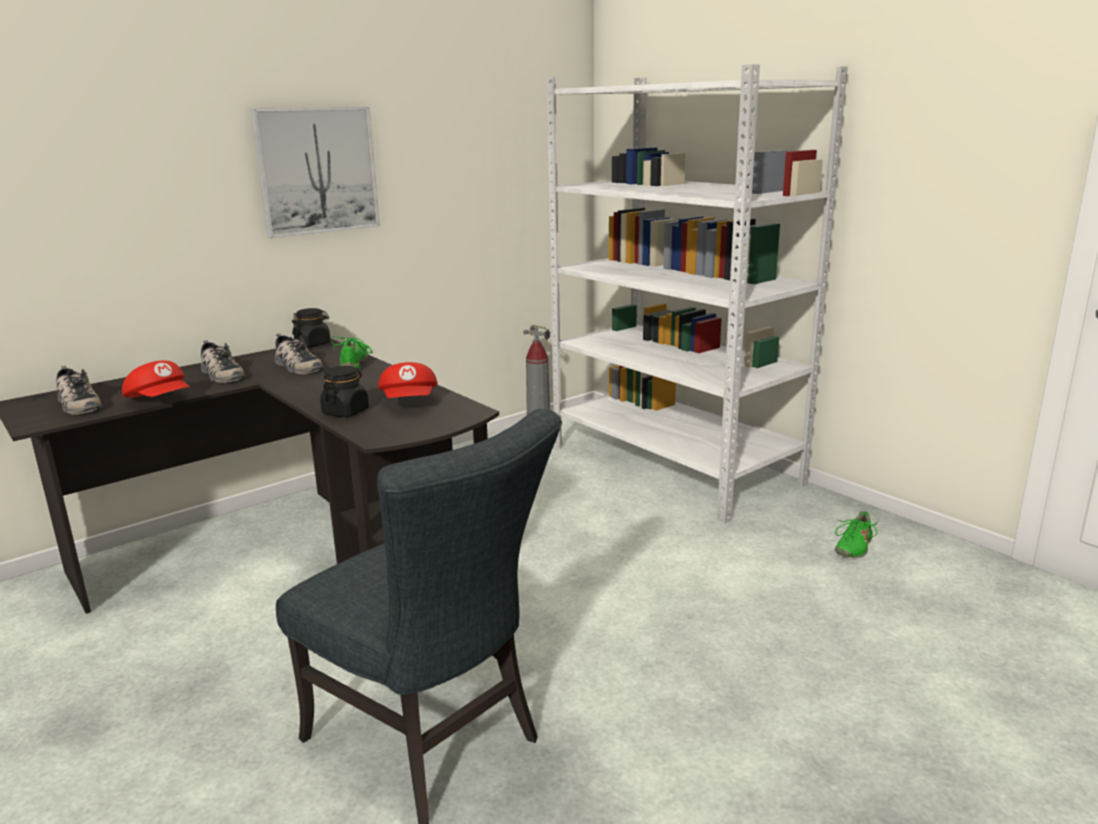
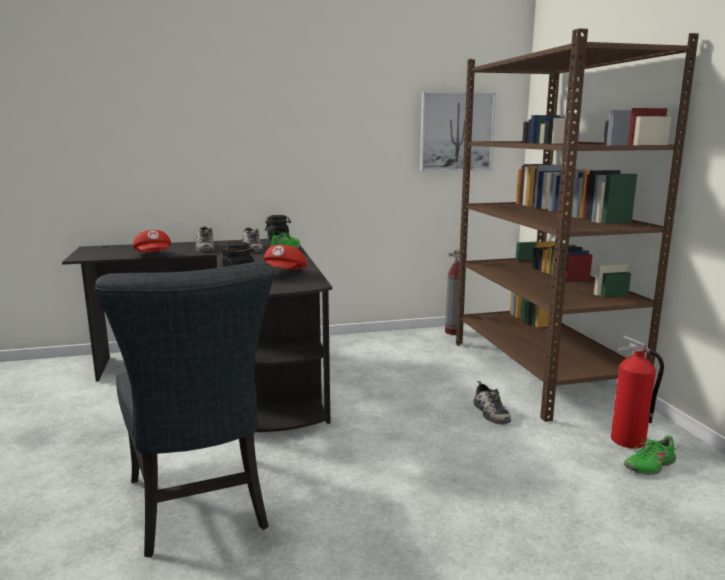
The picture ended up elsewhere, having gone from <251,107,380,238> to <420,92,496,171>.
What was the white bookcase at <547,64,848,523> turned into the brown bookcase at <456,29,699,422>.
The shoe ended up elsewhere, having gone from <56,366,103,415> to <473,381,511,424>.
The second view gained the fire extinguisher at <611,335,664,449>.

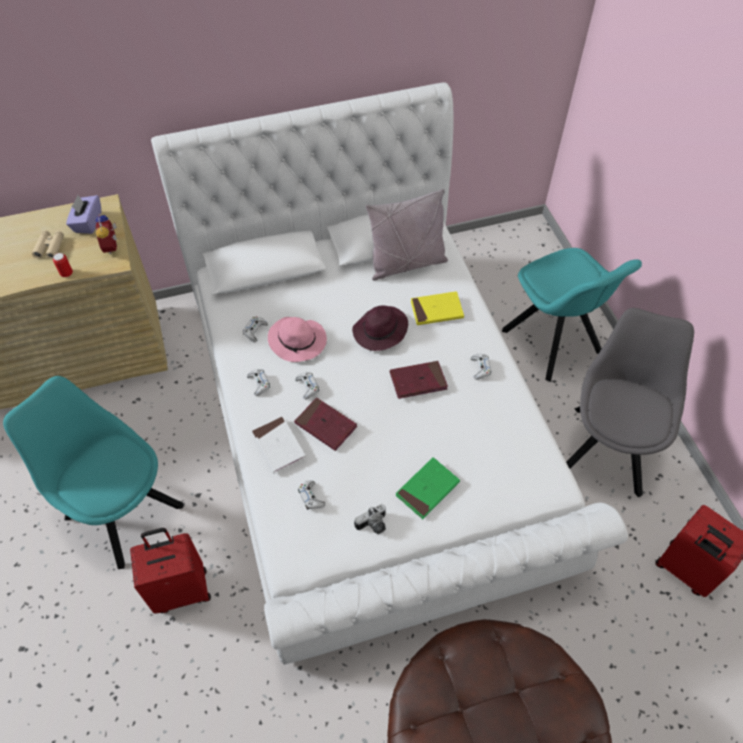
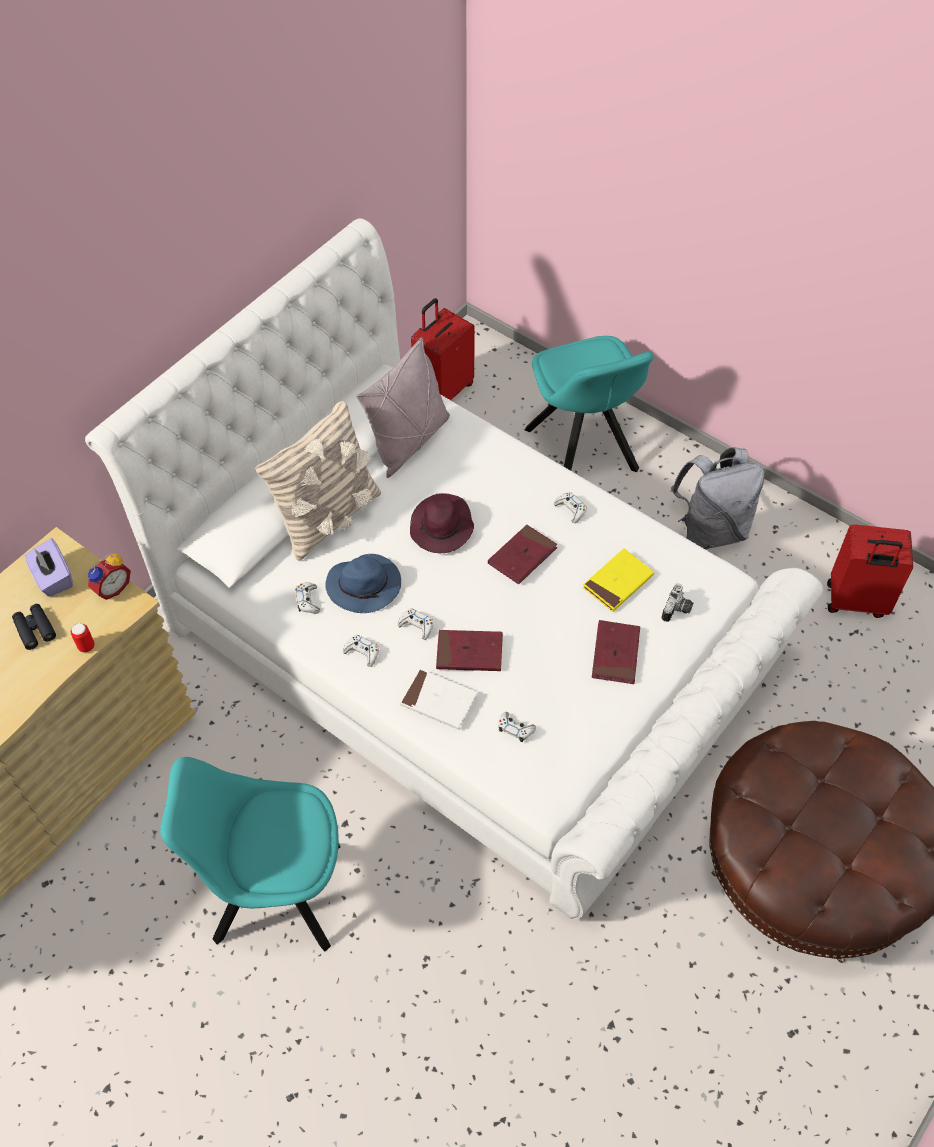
What was the beige binoculars at <32,230,64,259> turned into the black binoculars at <12,604,56,650>.
The alarm clock at <96,213,117,255> ended up facing another way, 90 degrees counterclockwise from before.
The second view gained the beige pillow at <255,401,381,560>.
What was the pink hat at <268,317,327,362> turned into the blue hat at <325,554,401,613>.
The red suitcase ended up elsewhere, having gone from <130,528,211,613> to <411,298,475,400>.
The turquoise chair at <502,248,642,381> ended up facing another way, 45 degrees clockwise from before.
The yellow book ended up elsewhere, having gone from <411,291,464,325> to <583,548,654,612>.
What was the green book at <396,457,460,519> turned into the red book at <592,620,640,684>.
The photo camera ended up elsewhere, having gone from <354,504,386,534> to <662,583,693,622>.
Where the grey chair stood at <566,308,694,497>, the grey backpack came to stand at <670,447,764,550>.

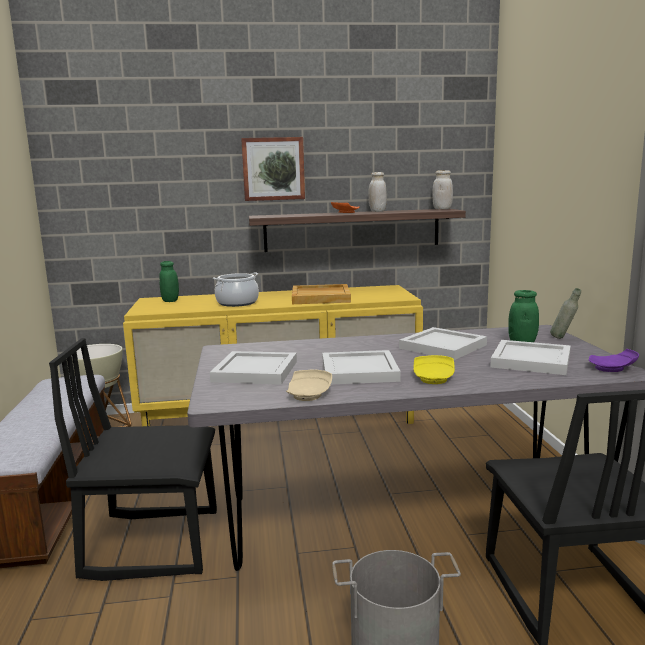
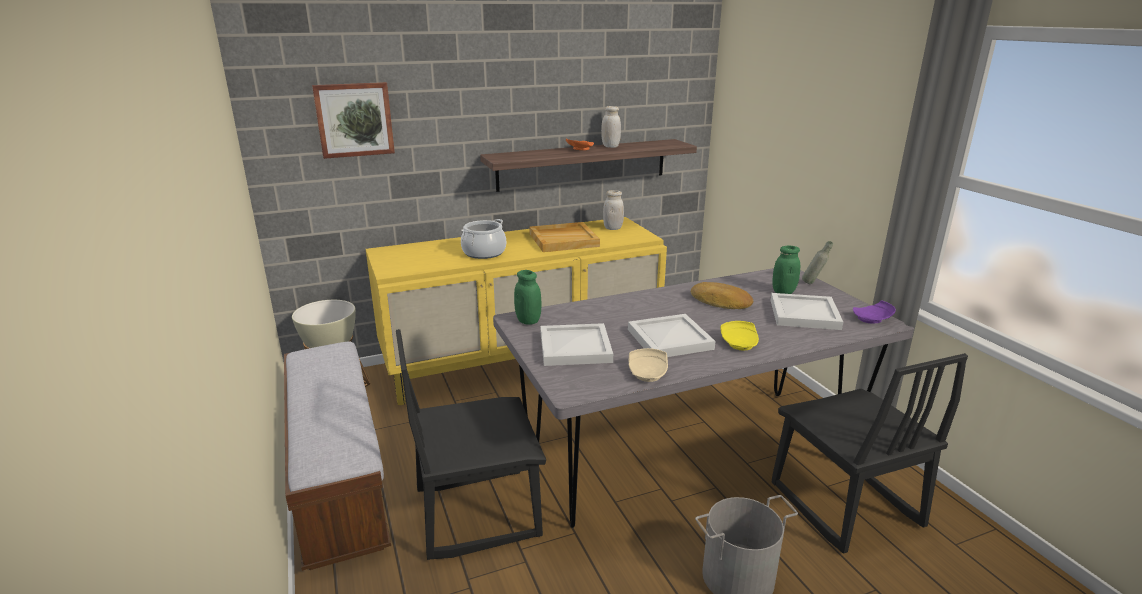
The picture ended up elsewhere, having gone from <241,137,305,201> to <312,82,395,159>.
The green jar ended up elsewhere, having gone from <159,261,179,302> to <514,270,541,325>.
The white jar ended up elsewhere, having gone from <432,171,453,209> to <603,190,624,230>.
Where the white tray stood at <399,327,487,360>, the bread came to stand at <691,282,753,309>.

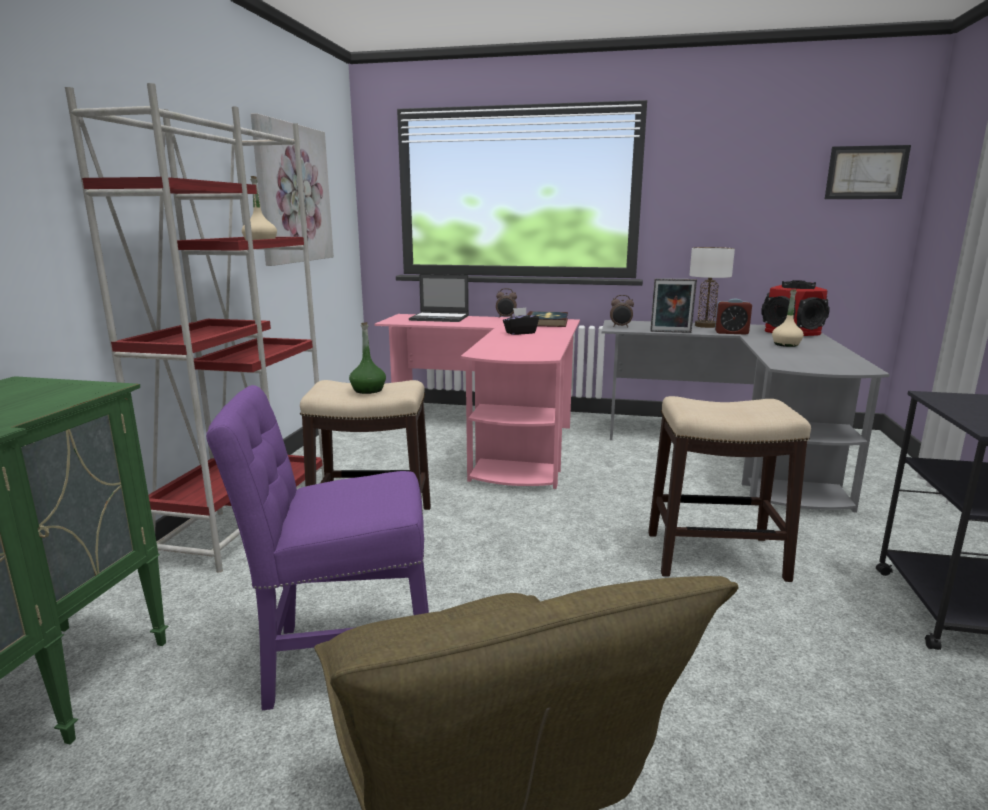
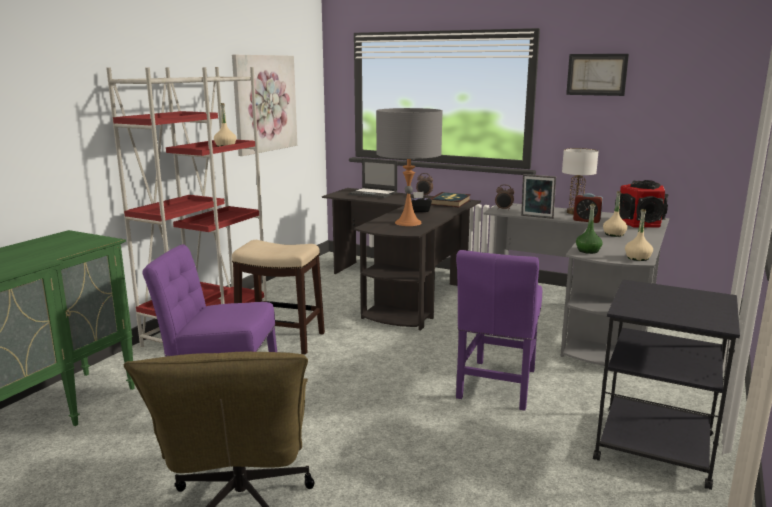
What was the pink desk at <375,314,580,489> turned into the black desk at <322,188,481,330>.
The second view gained the grey table lamp at <376,108,443,226>.
Where the stool stood at <648,396,811,582>, the purple chair came to stand at <456,250,542,411>.
The picture ended up elsewhere, having gone from <825,145,911,199> to <566,54,629,96>.
The green bottle ended up elsewhere, having gone from <349,322,386,394> to <576,204,603,254>.
The second view gained the beige bottle at <625,209,653,261>.

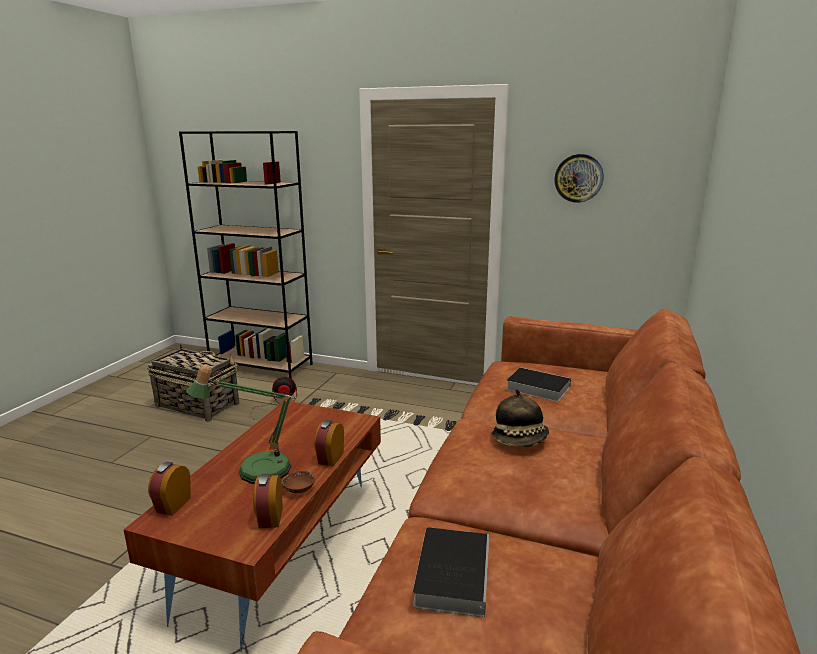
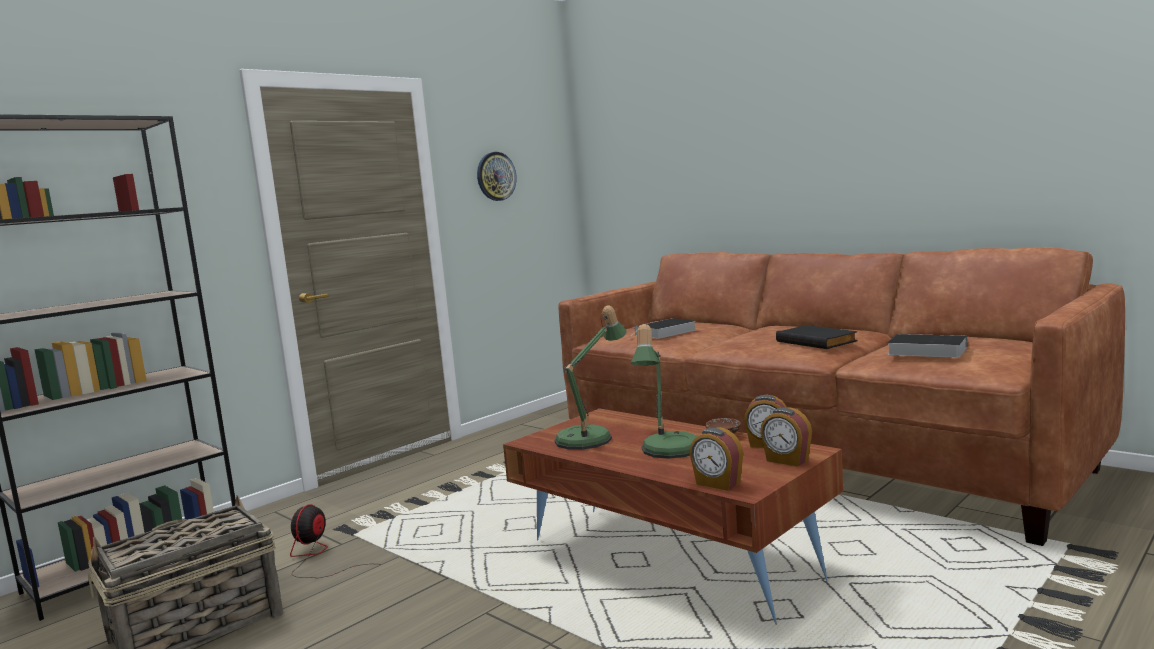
The second view gained the table lamp at <554,305,627,450>.
The alarm clock ended up elsewhere, having gone from <314,420,344,467> to <760,407,812,467>.
The second view gained the black book at <776,325,858,349>.
The second view lost the hat at <492,389,549,447>.

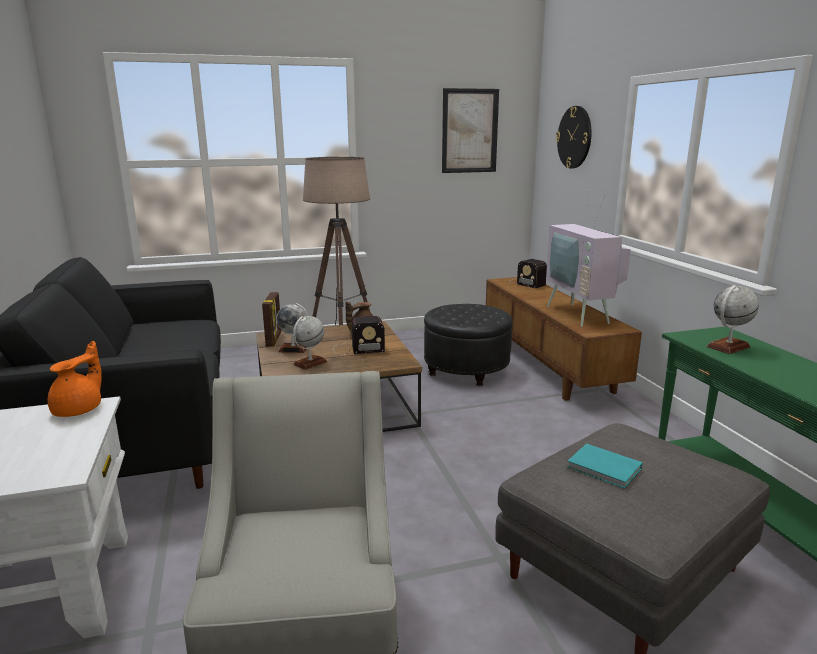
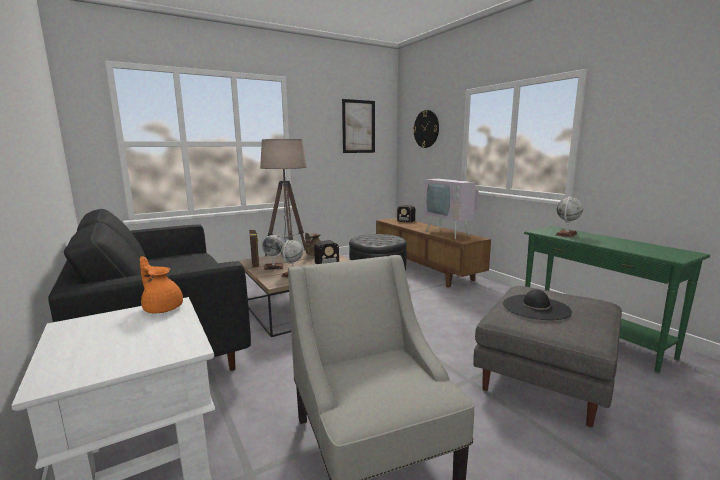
The orange teapot at <48,341,102,417> ended up facing another way, 60 degrees counterclockwise from before.
Where the turquoise book stood at <567,444,643,489>, the black hat came to stand at <503,289,572,320>.

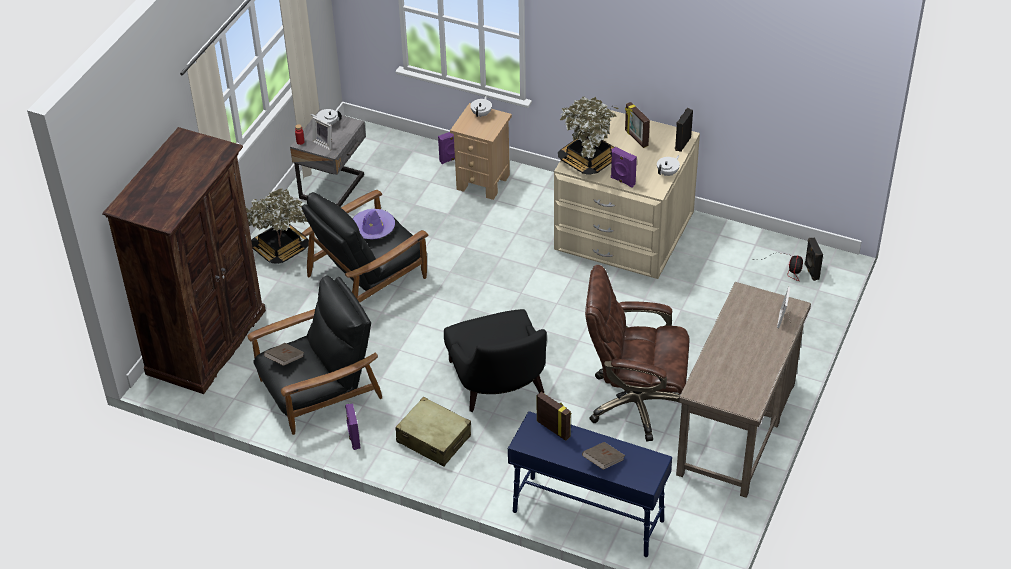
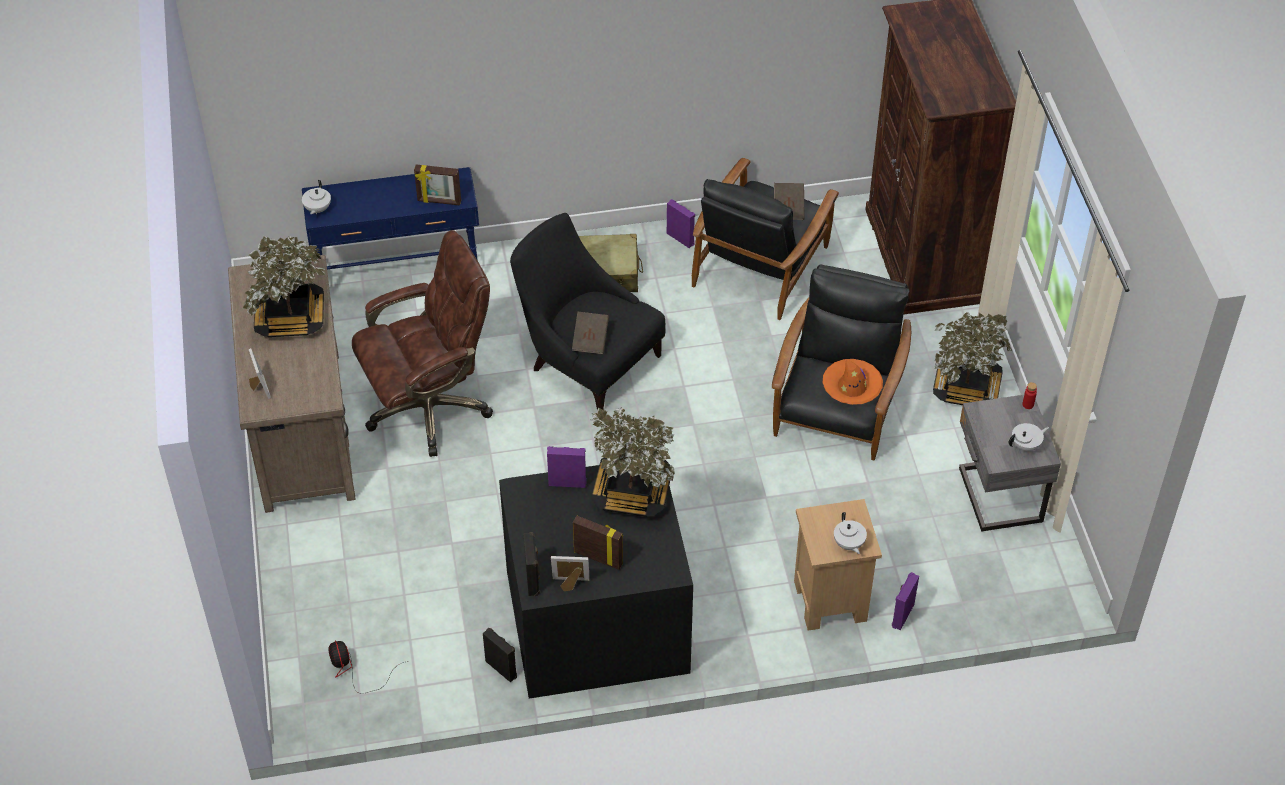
The second view gained the potted plant at <243,236,326,337>.
The white teapot ended up elsewhere, having gone from <657,155,680,176> to <302,180,331,215>.
The black speaker ended up elsewhere, having gone from <805,237,823,281> to <483,628,517,683>.
What was the beige dresser at <554,110,700,279> turned into the black dresser at <499,465,693,699>.
The picture frame ended up elsewhere, having gone from <312,117,332,150> to <551,556,590,591>.
The brown book ended up elsewhere, having gone from <582,442,625,470> to <572,312,609,354>.
What was the purple hat at <353,209,395,240> turned into the orange hat at <823,359,883,405>.

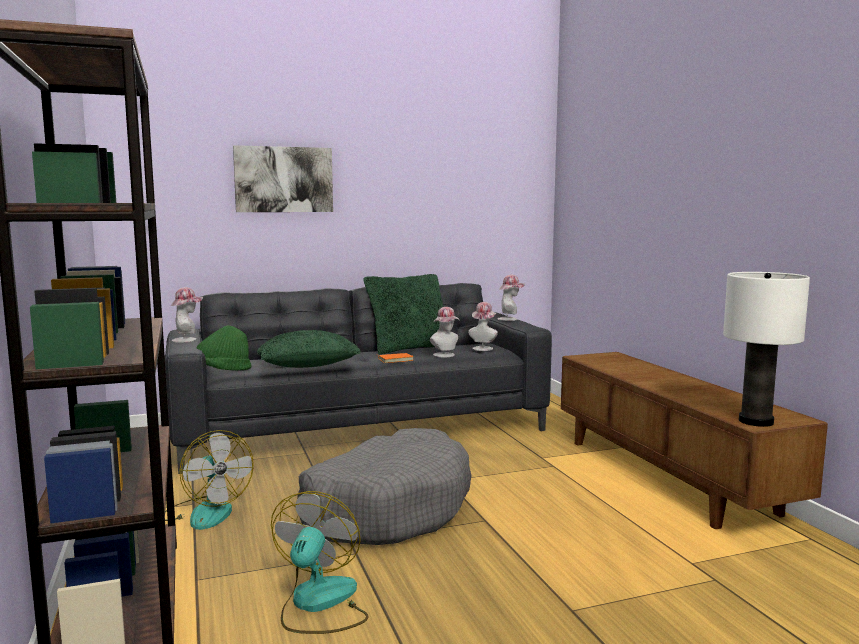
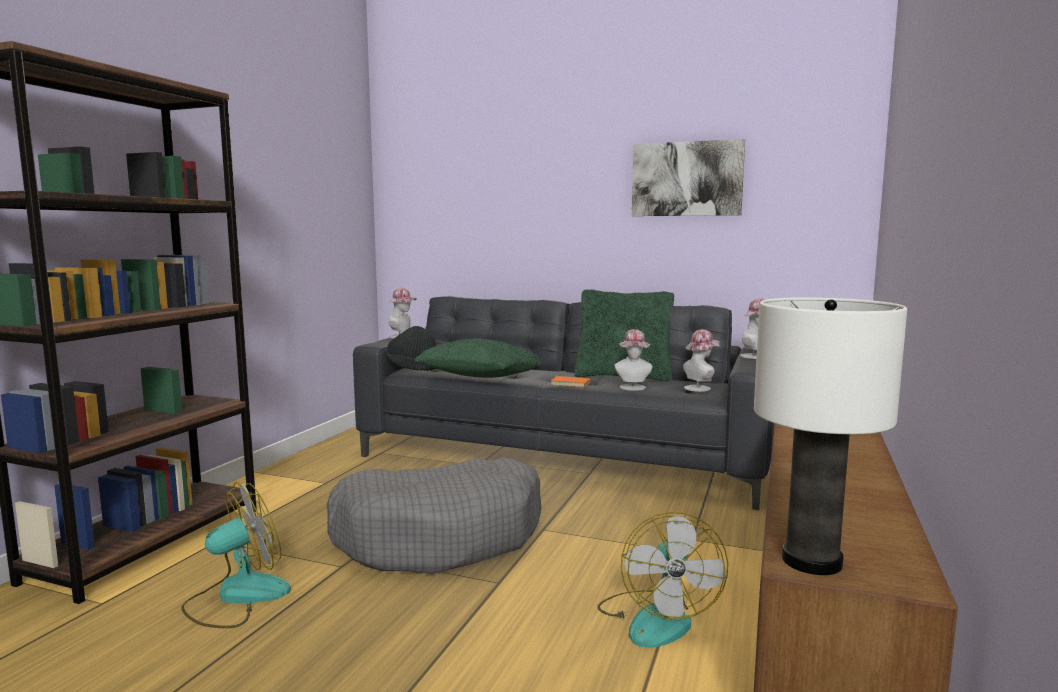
What was the green hat at <196,325,252,371> turned into the black hat at <386,326,436,371>.
The fan ended up elsewhere, having gone from <165,430,254,530> to <598,512,728,648>.
The picture ended up elsewhere, having gone from <233,145,333,212> to <632,139,745,216>.

